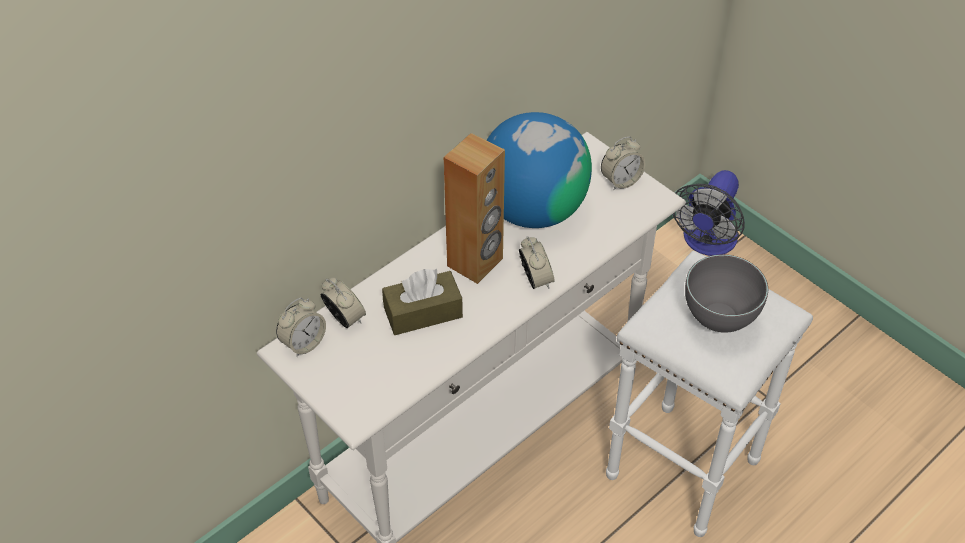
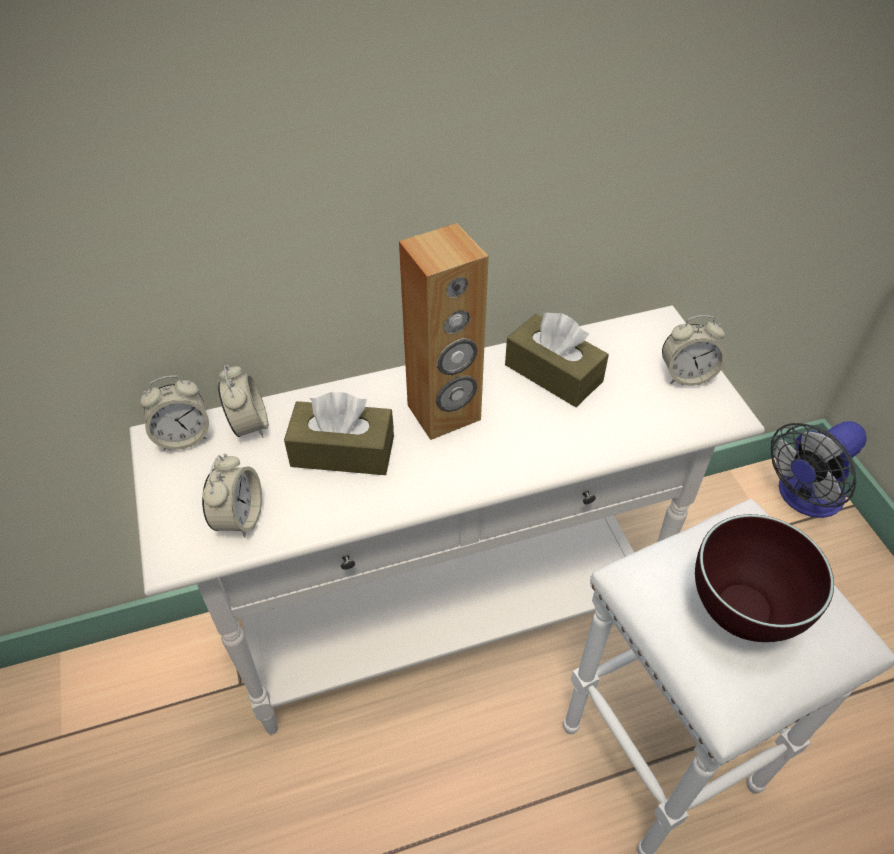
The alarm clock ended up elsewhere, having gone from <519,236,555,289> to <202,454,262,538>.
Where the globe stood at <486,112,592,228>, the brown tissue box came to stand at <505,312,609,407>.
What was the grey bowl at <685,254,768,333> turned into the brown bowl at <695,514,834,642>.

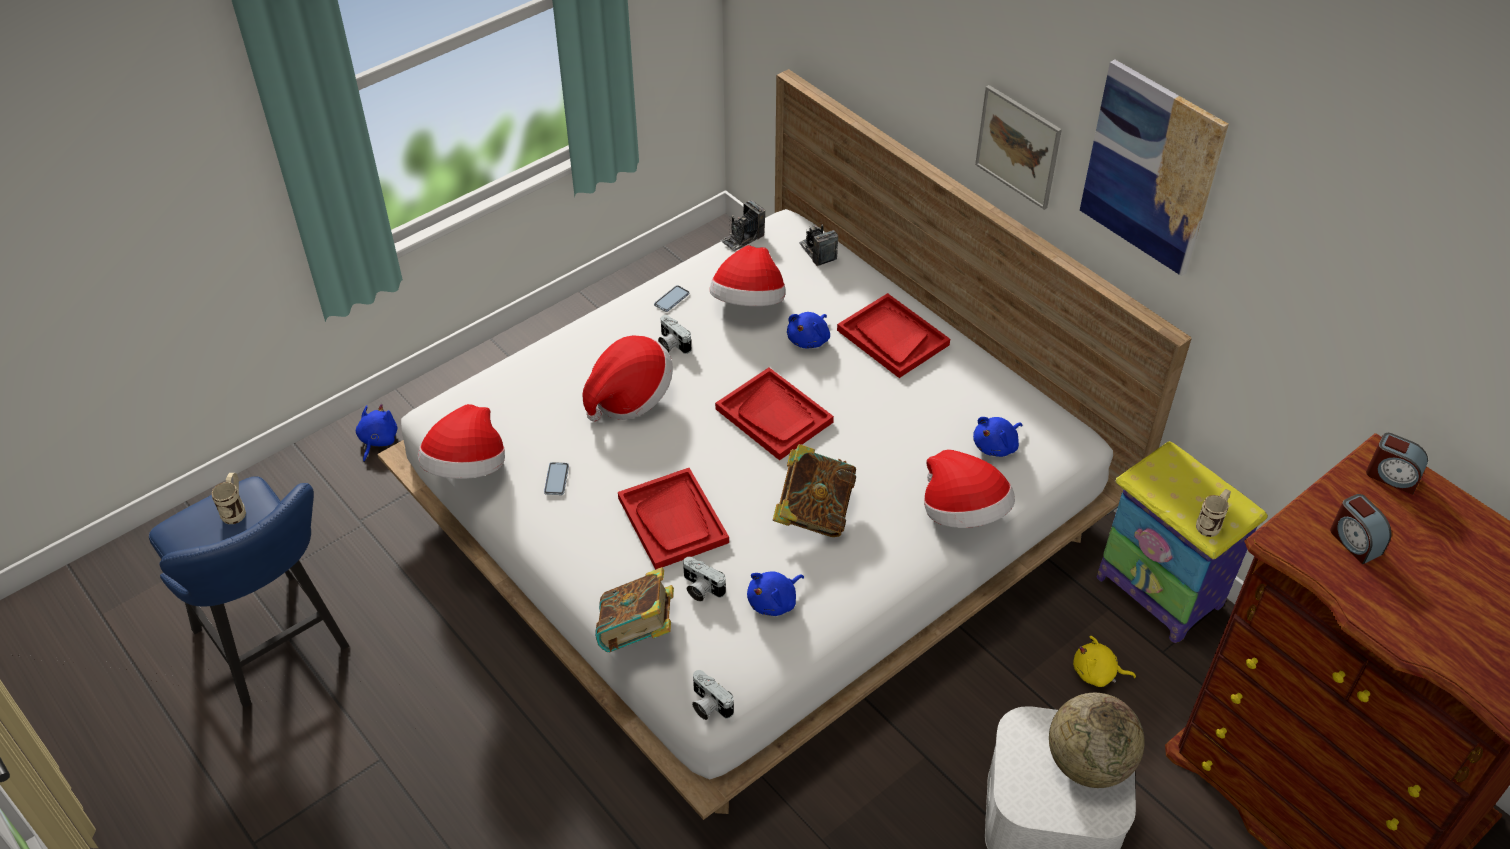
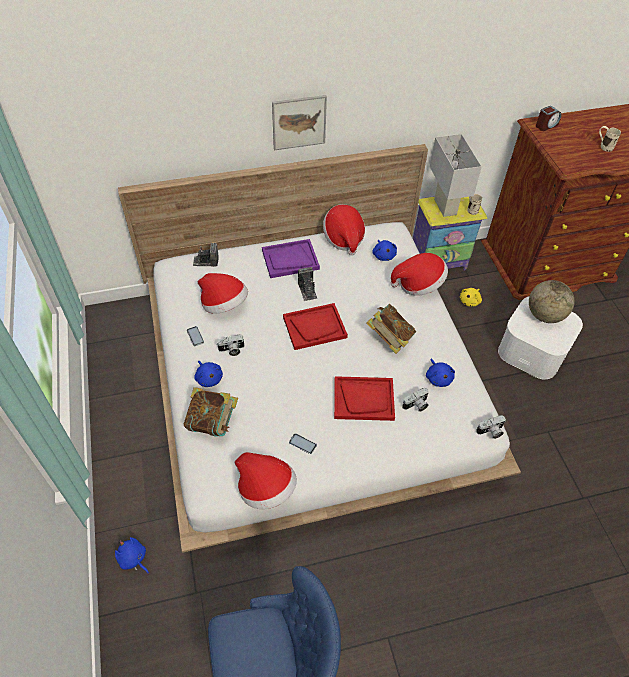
The book ended up elsewhere, having gone from <595,567,674,652> to <184,387,238,437>.
The blue plush toy ended up elsewhere, having gone from <787,312,830,348> to <194,361,223,387>.
What was the red tray at <837,293,950,378> turned into the purple tray at <262,239,320,278>.
The photo camera ended up elsewhere, having gone from <720,200,765,251> to <298,267,317,301>.
The hat ended up elsewhere, having gone from <583,335,673,422> to <323,204,365,256>.
The second view gained the white table lamp at <430,134,482,217>.
The beige mug ended up elsewhere, having gone from <212,473,246,524> to <599,126,621,152>.
The second view lost the picture at <1080,59,1229,276>.
The second view lost the alarm clock at <1330,494,1391,564>.

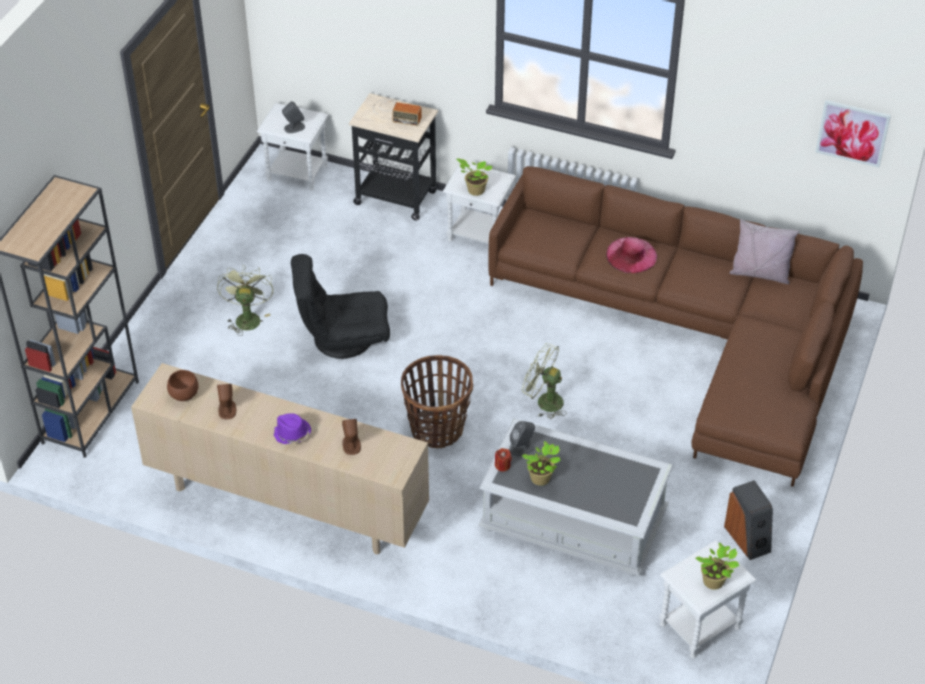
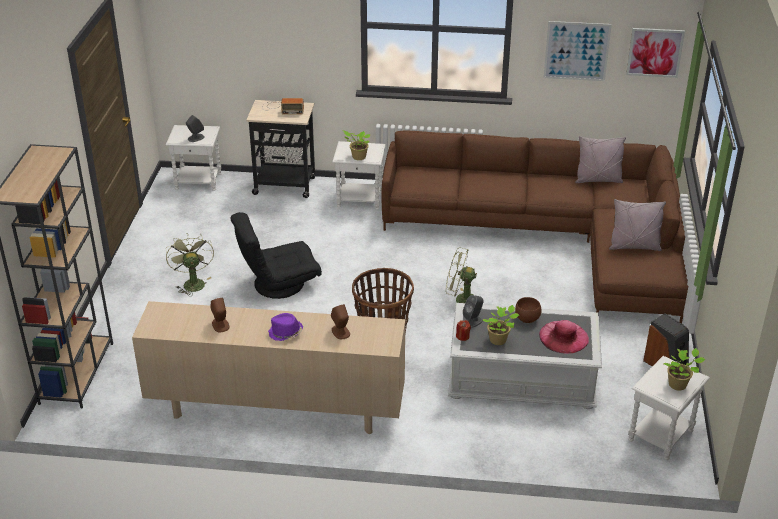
The brown bowl ended up elsewhere, having gone from <167,370,198,401> to <515,297,541,323>.
The pink hat ended up elsewhere, having gone from <606,237,657,273> to <539,320,589,354>.
The second view gained the picture at <543,21,612,81>.
The second view gained the purple pillow at <609,199,666,251>.

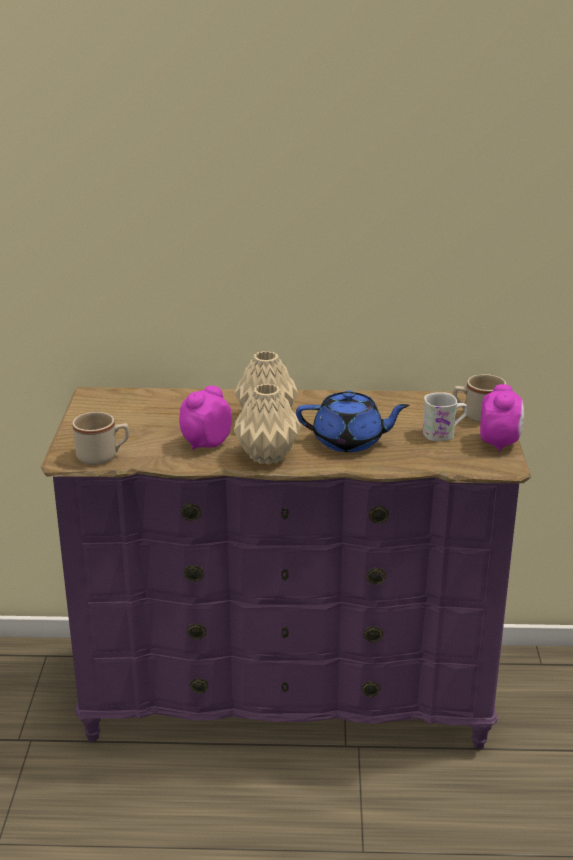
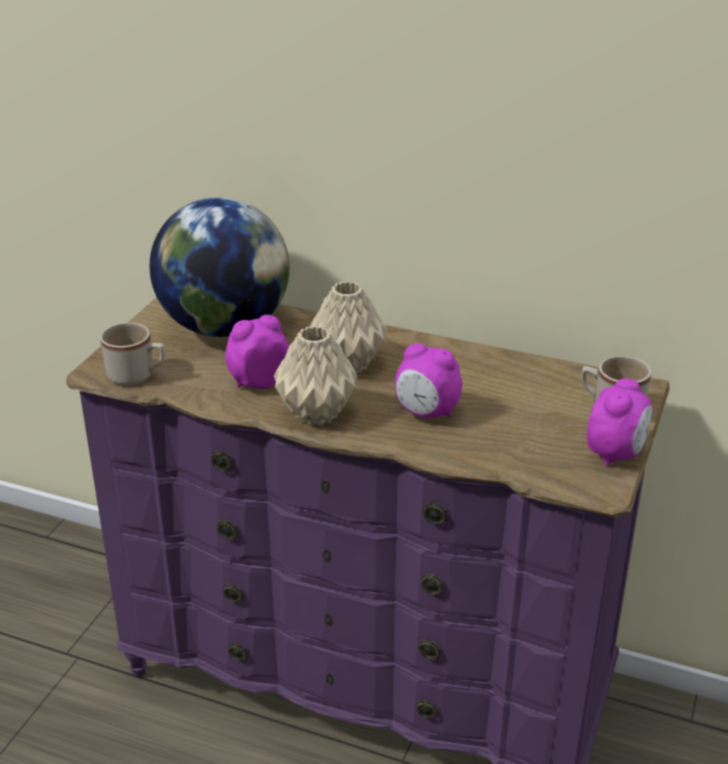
The second view gained the globe at <150,197,290,337>.
Where the blue teapot stood at <296,391,410,452>, the alarm clock came to stand at <395,343,462,418>.
The second view lost the white mug at <423,392,468,441>.

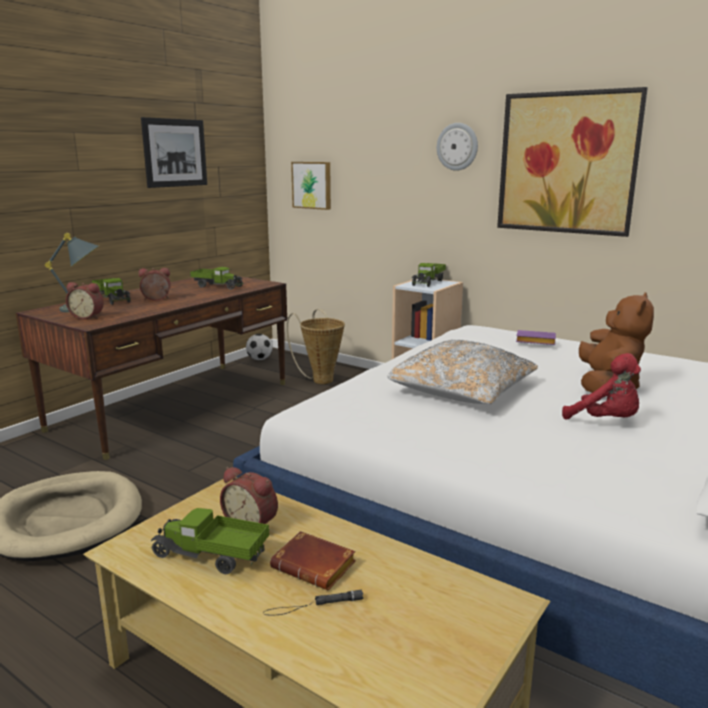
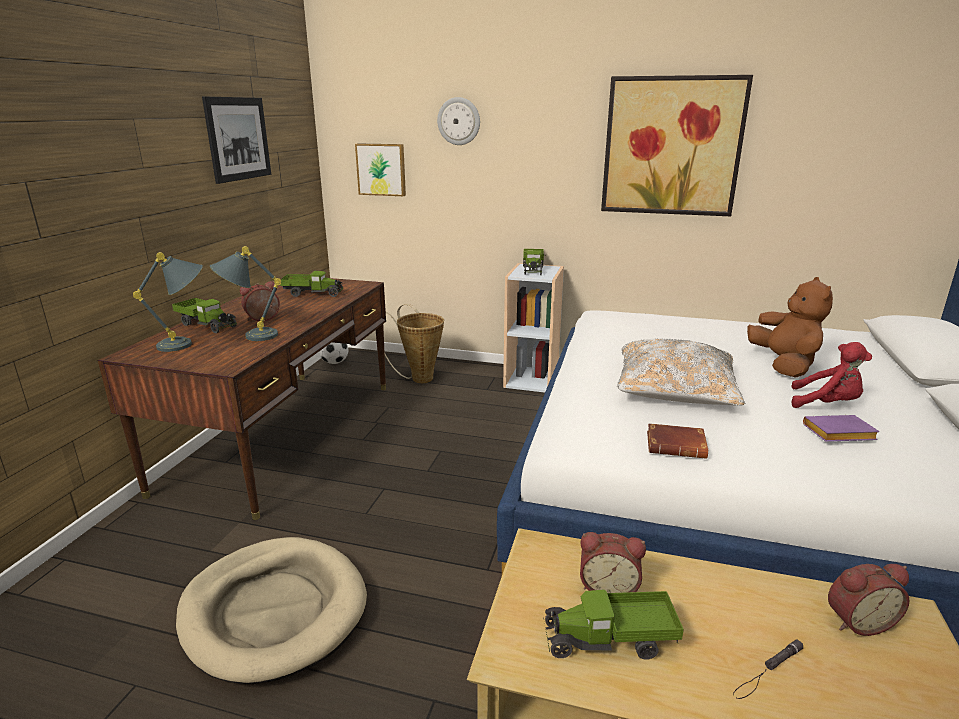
The second view gained the grey table lamp at <210,246,281,341>.
The wall clock ended up elsewhere, having gone from <437,123,478,171> to <437,97,480,145>.
The brown book ended up elsewhere, having gone from <270,531,356,590> to <647,423,708,459>.
The purple book ended up elsewhere, having gone from <516,330,556,345> to <803,415,880,442>.
The alarm clock ended up elsewhere, having gone from <66,282,104,319> to <828,564,910,636>.

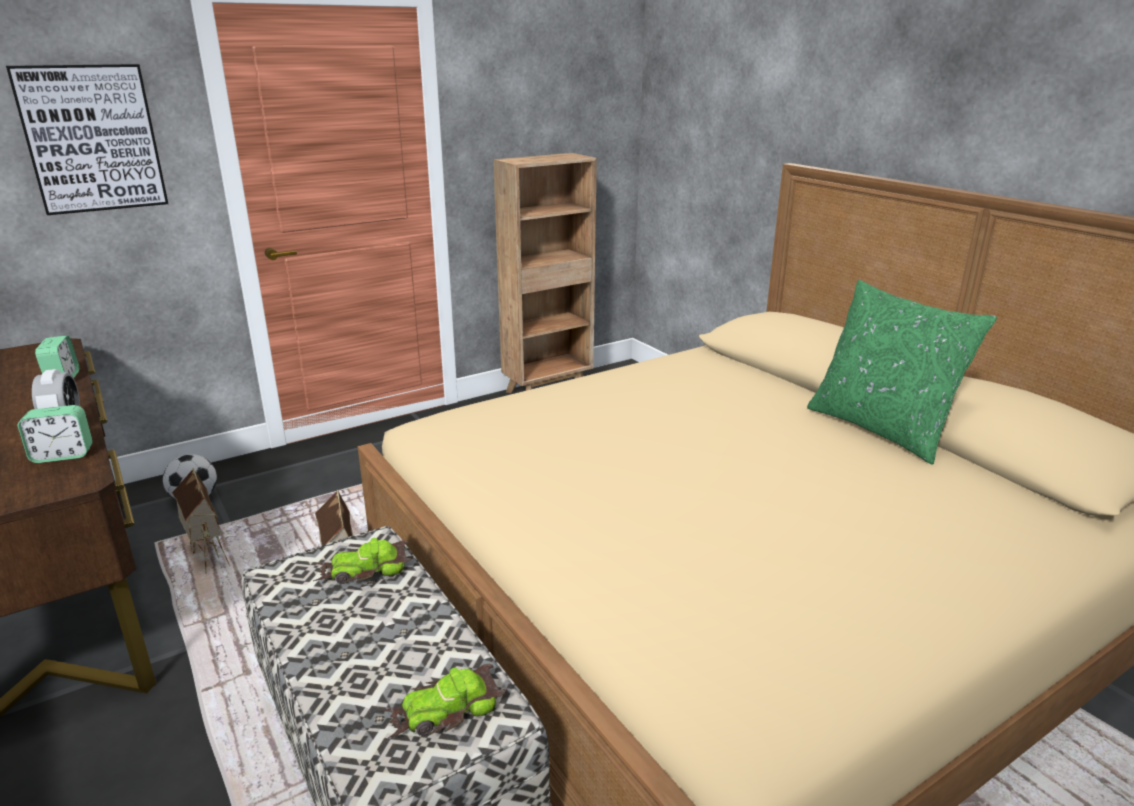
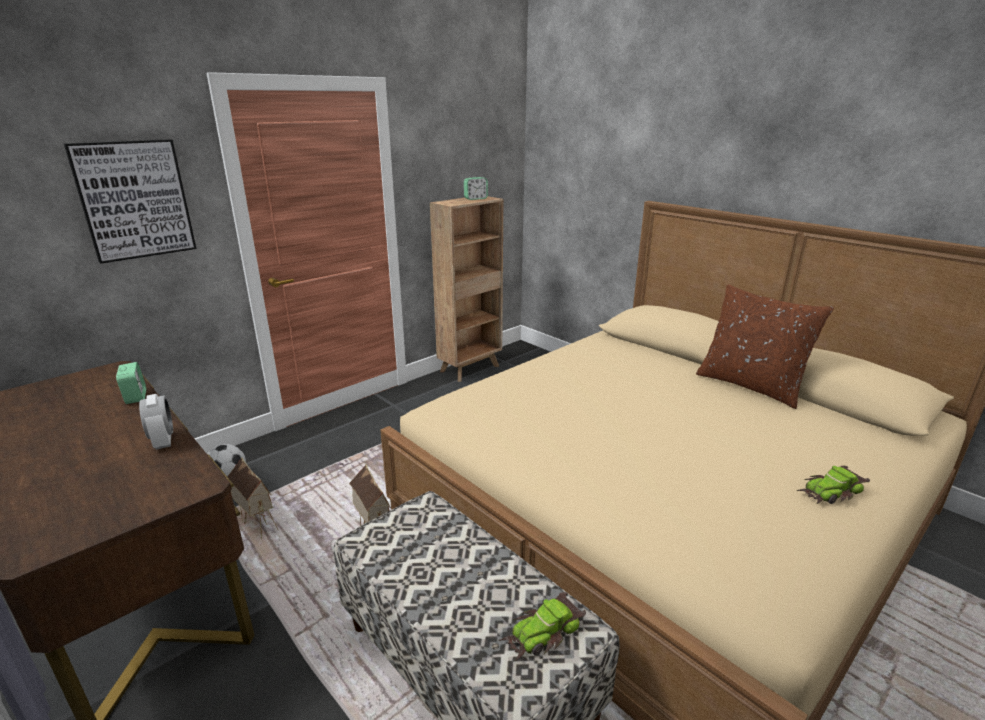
The alarm clock ended up elsewhere, having gone from <18,405,93,463> to <464,177,488,200>.
What was the green pillow at <807,280,997,465> turned into the brown pillow at <696,285,834,409>.
The toy car ended up elsewhere, having gone from <313,538,411,584> to <797,466,870,504>.

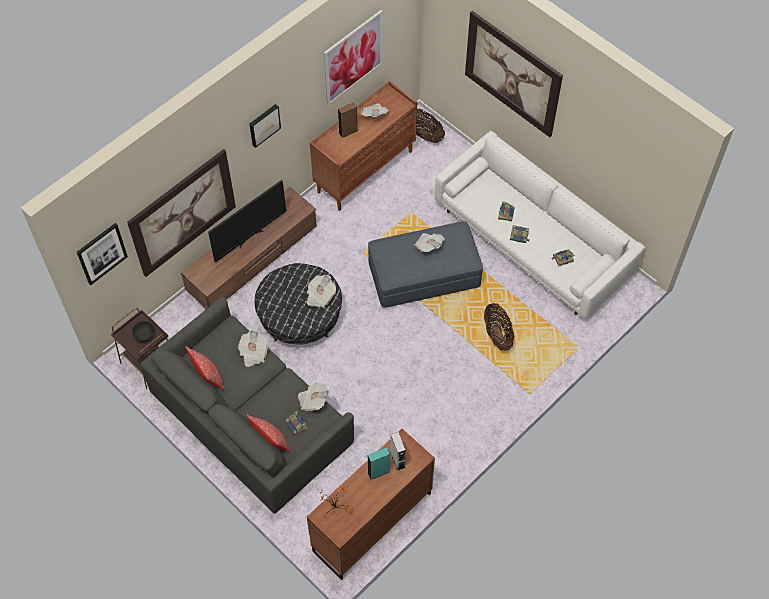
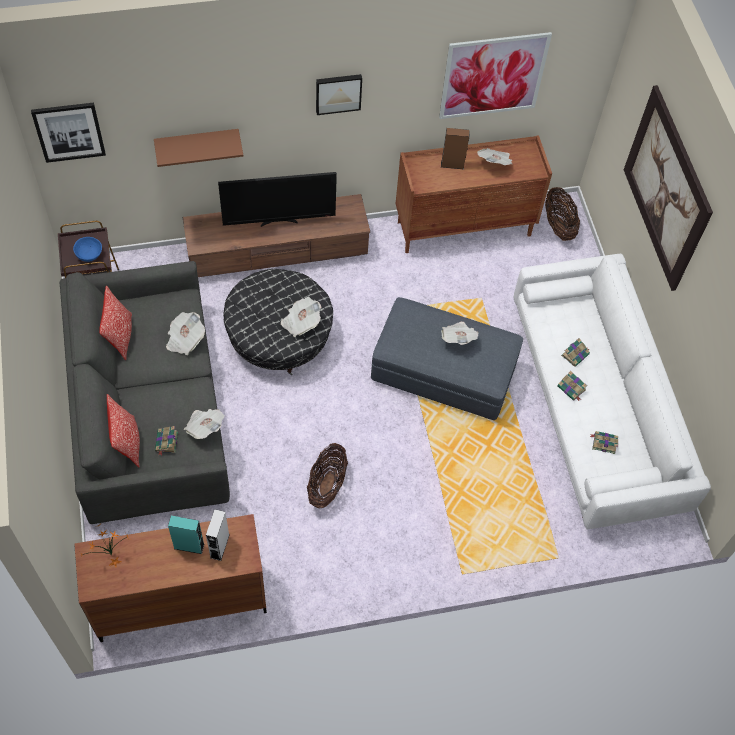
What was the black bowl at <132,321,155,342> turned into the blue bowl at <73,237,102,262>.
Where the picture hung at <127,149,236,277>, the brown shelf came to hang at <154,129,243,167>.
The basket ended up elsewhere, having gone from <484,303,514,350> to <306,443,348,508>.

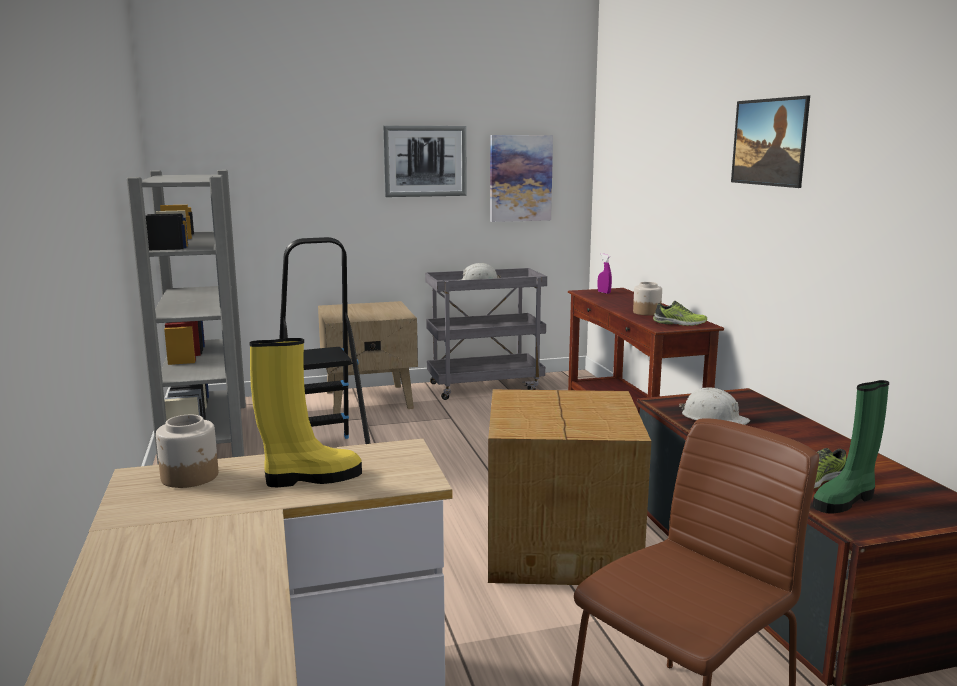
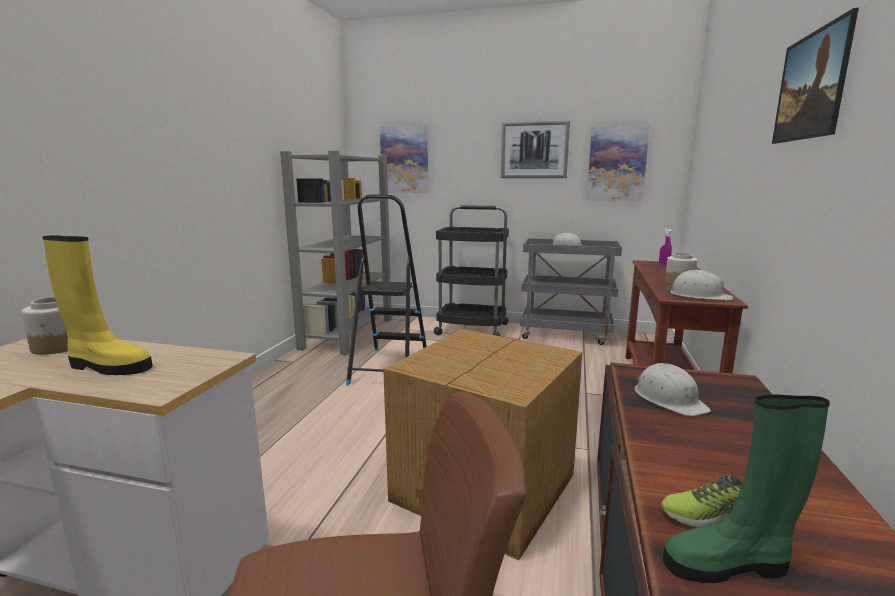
The second view gained the picture at <380,125,428,193>.
Where the beige nightstand stood at <318,301,418,414>, the black cart came to stand at <434,205,509,336>.
Where the shoe stood at <653,301,707,326>, the white hard hat came to stand at <666,270,733,300>.

